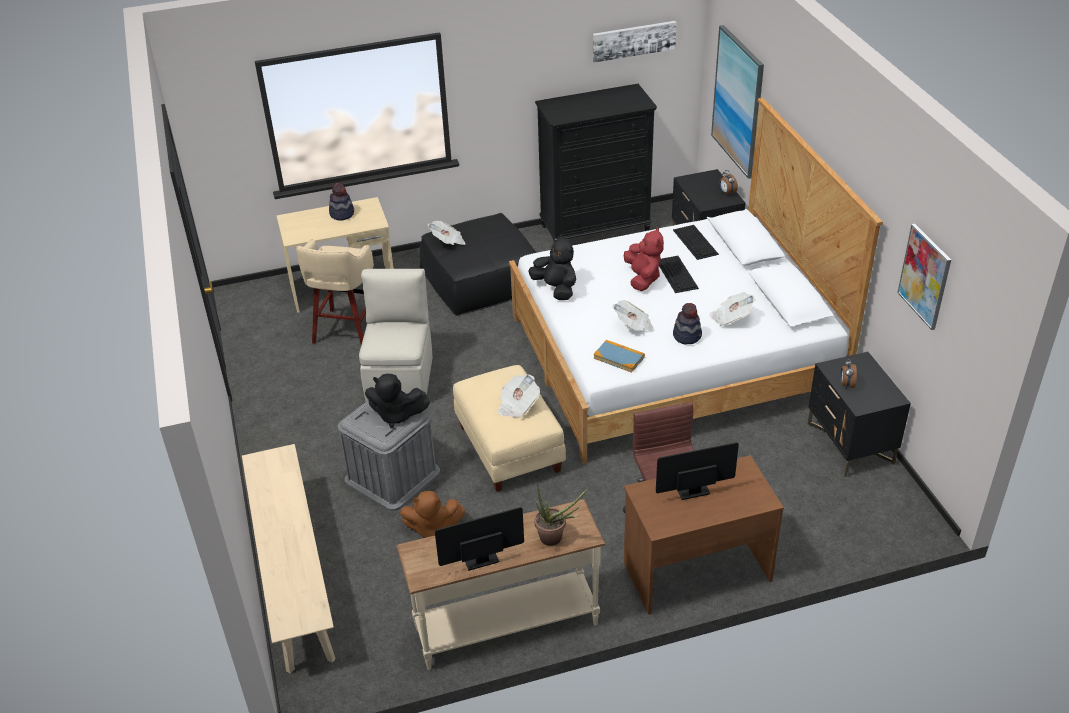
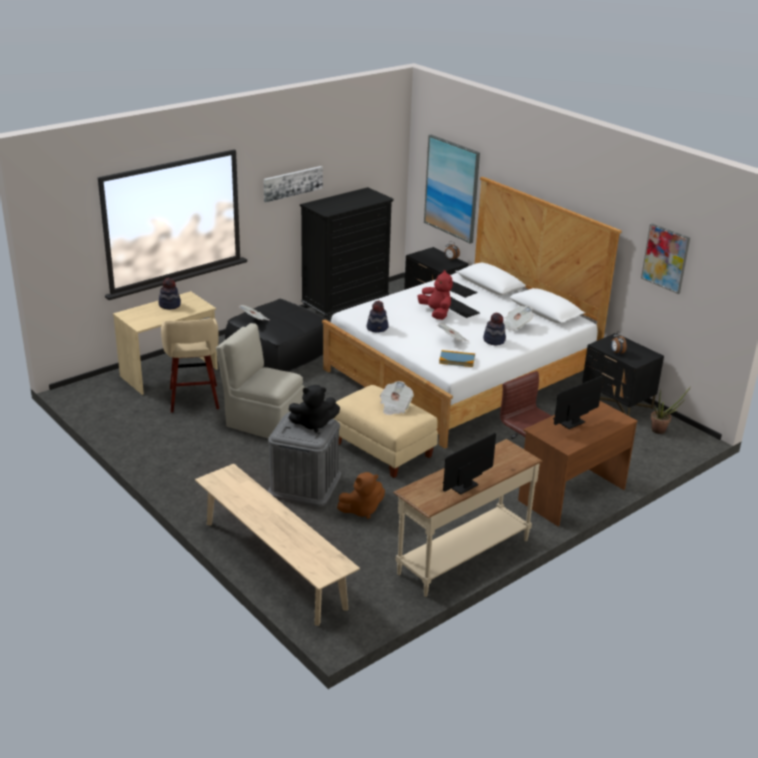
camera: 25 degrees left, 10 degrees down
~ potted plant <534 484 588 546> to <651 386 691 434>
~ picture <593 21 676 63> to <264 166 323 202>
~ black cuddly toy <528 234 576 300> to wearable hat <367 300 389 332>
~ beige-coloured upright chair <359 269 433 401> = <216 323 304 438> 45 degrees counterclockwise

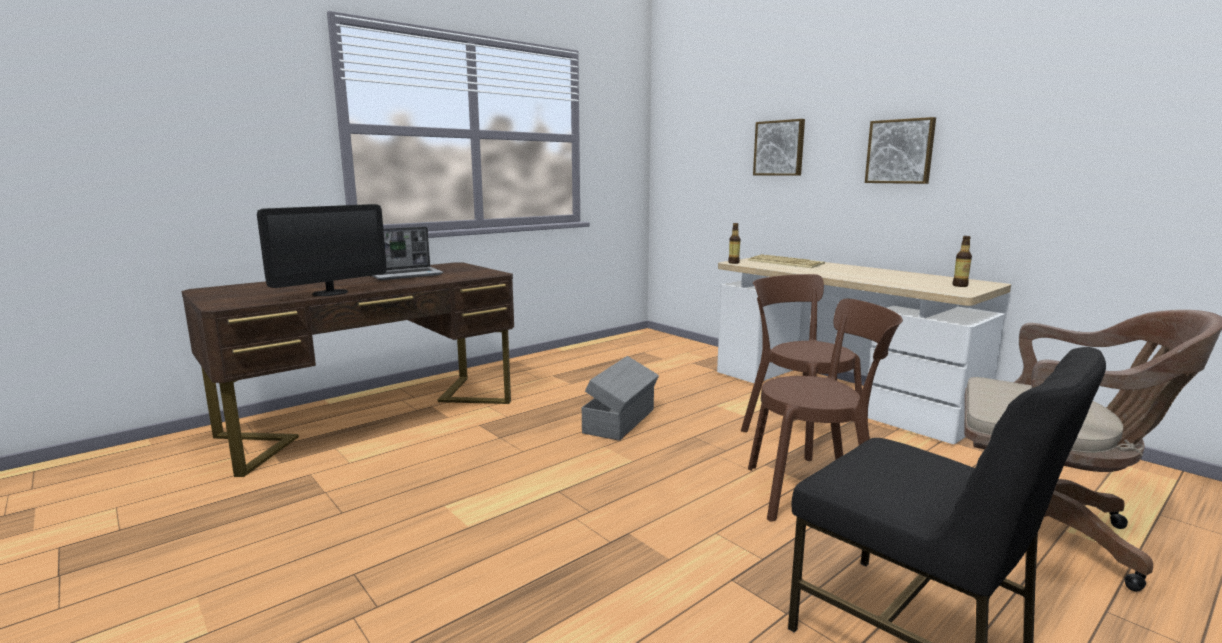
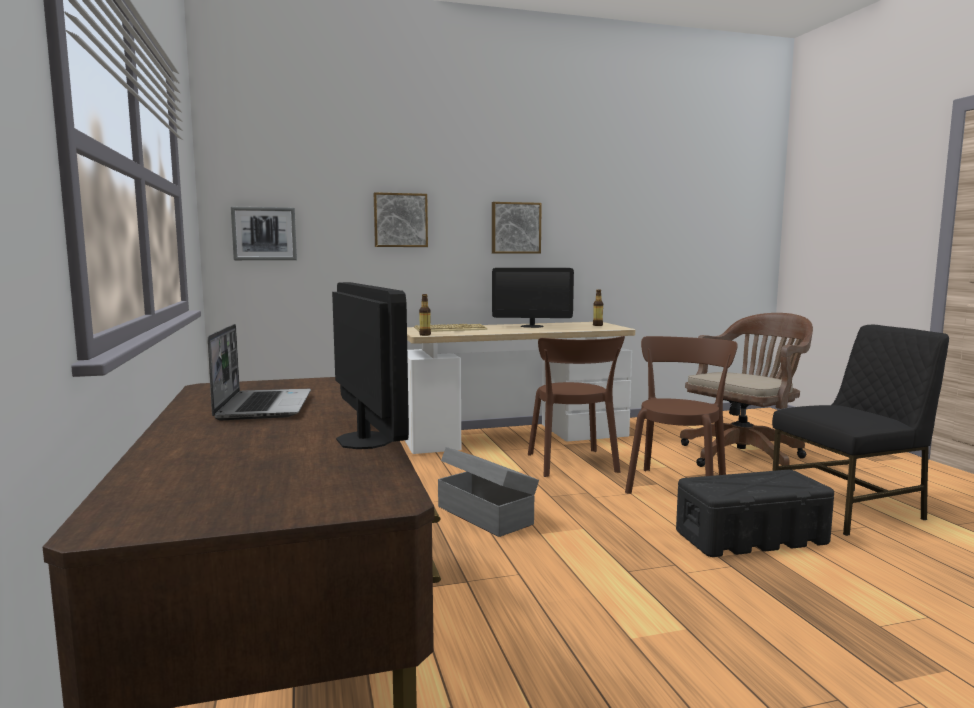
camera: 65 degrees left, 5 degrees down
+ picture <231 207 297 260>
+ monitor <492 268 574 328>
+ black storage box <676 470 834 557>
~ brown-coloured upright chair <741 274 862 461> = <528 336 625 477> 90 degrees counterclockwise

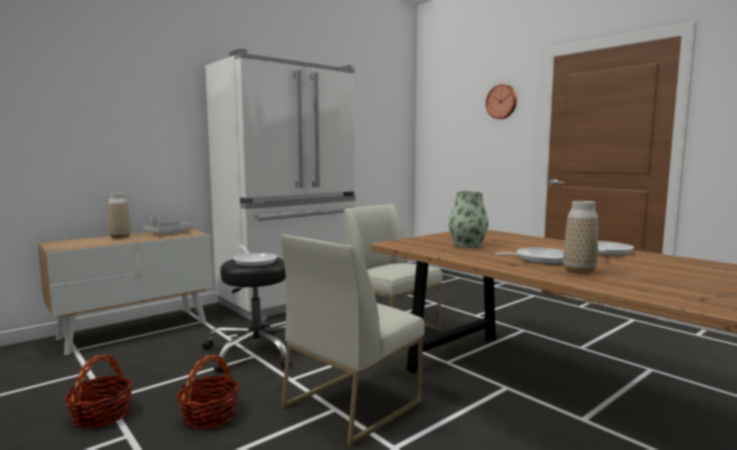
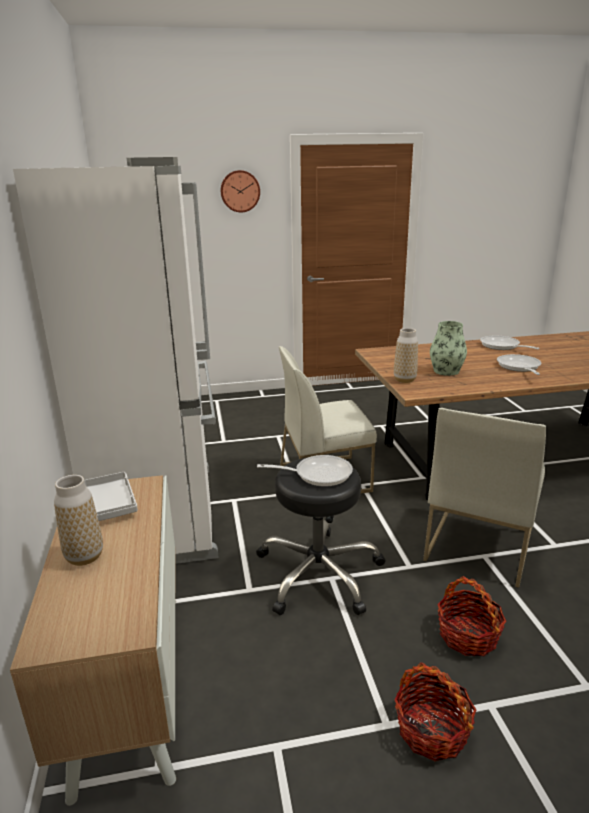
camera: 60 degrees left, 15 degrees up
~ flower vase <563 201 598 274> to <394 328 418 383>
~ whitish upright chair <280 234 425 446> = <423 408 546 588> 45 degrees clockwise

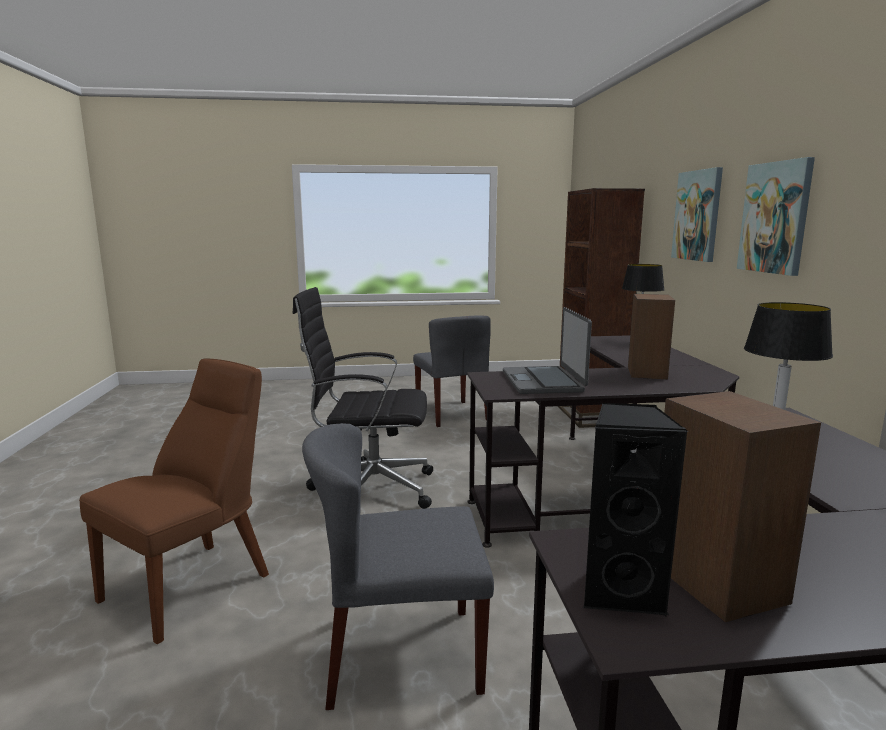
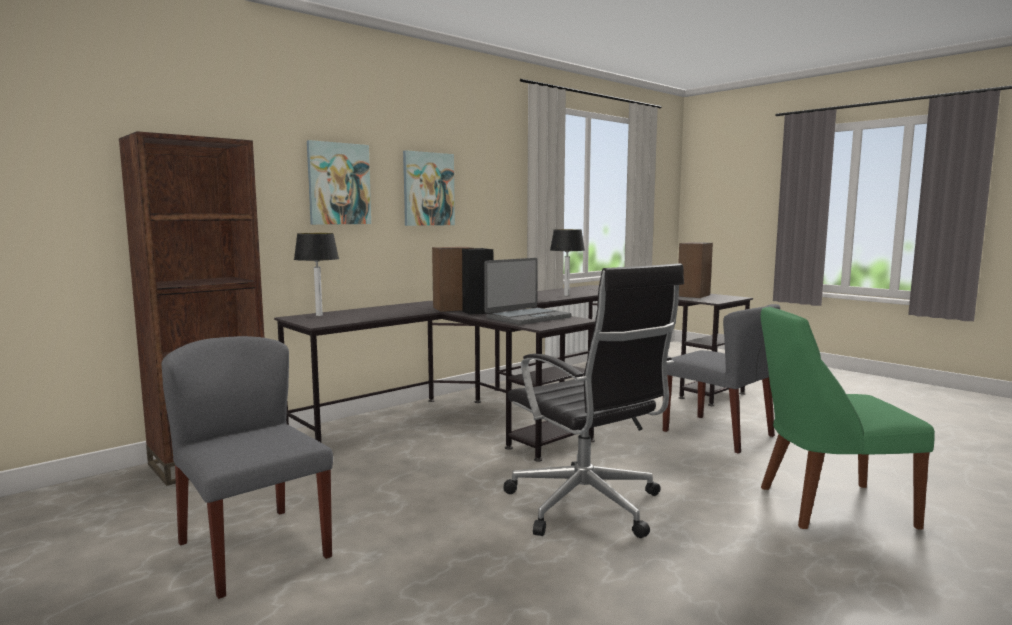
camera: 125 degrees left, 5 degrees down
~ black audio speaker <583 403 688 617> to <462 248 494 314>
~ brown-coloured upright chair <79 359 269 644> to greenish upright chair <761 307 935 530>
~ grey upright chair <413 315 491 427> = <162 336 333 599> 75 degrees counterclockwise

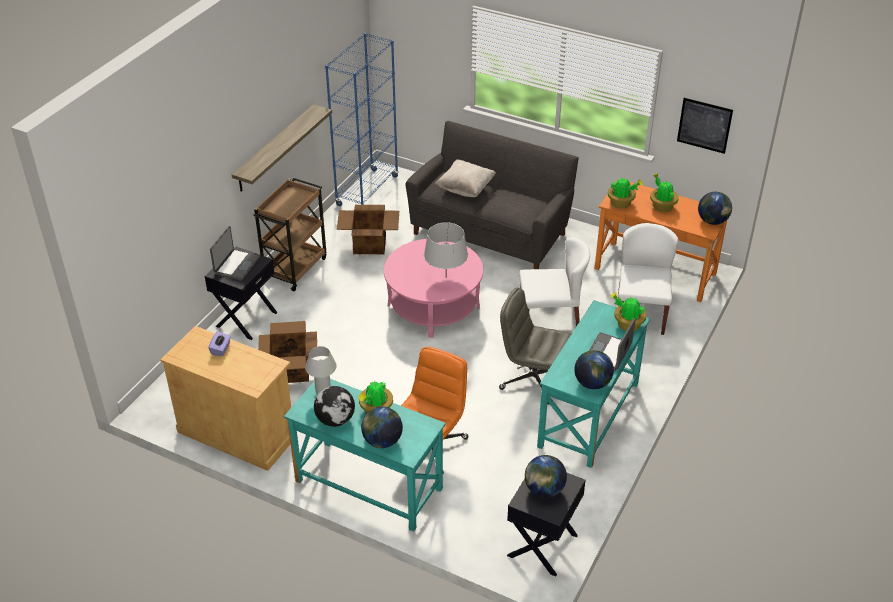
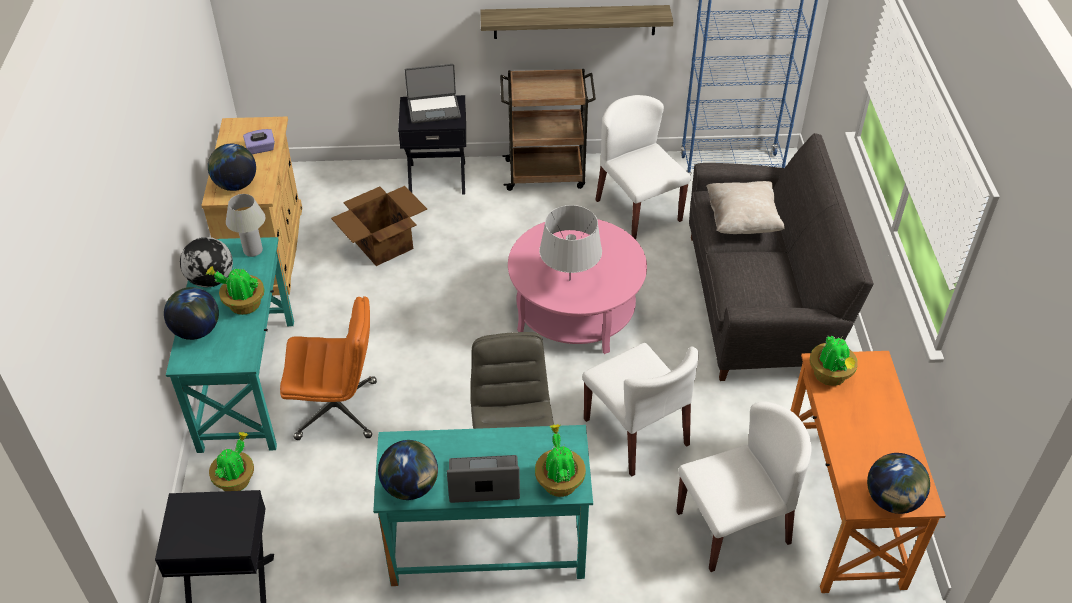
camera: 60 degrees right, 5 degrees up
- picture <677 98 733 154>
~ desk globe <525 455 567 498> to <208 144 256 191>
~ potted plant <650 173 679 212> to <209 432 254 491>
~ carton <337 205 399 254> to whitish upright chair <595 95 691 240>

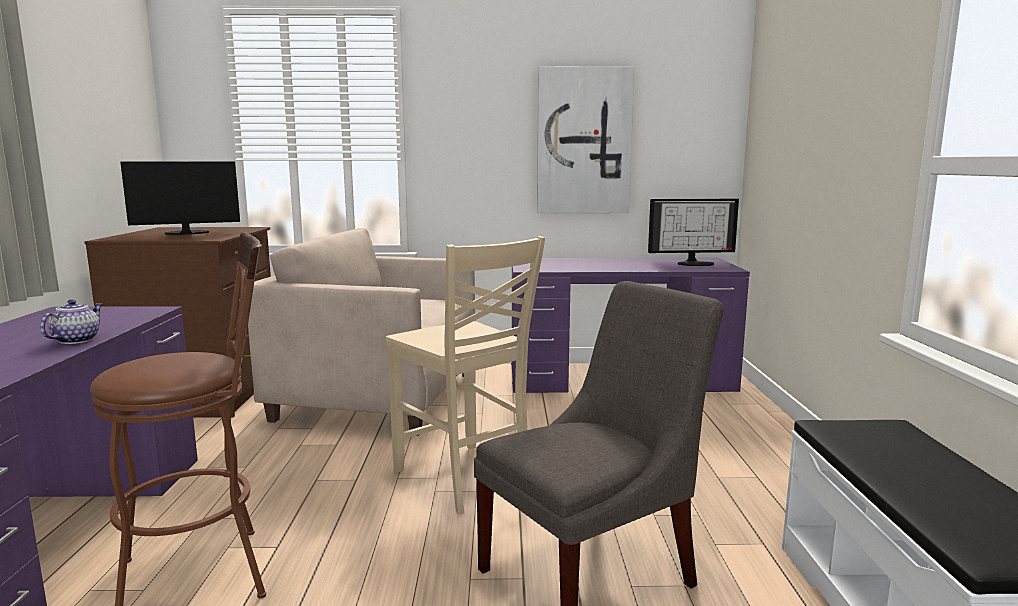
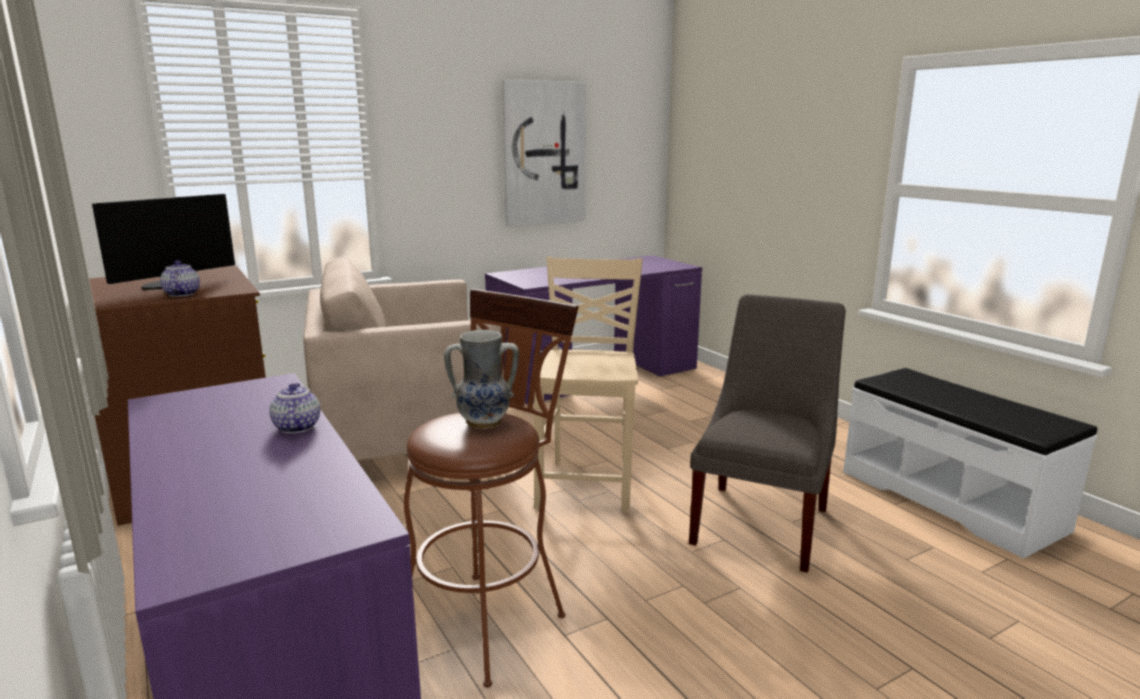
camera: 30 degrees left, 5 degrees up
- monitor <648 199 739 266>
+ pot for tea <160 260 200 297>
+ flower vase <444 330 519 429>
~ beige-coloured upright chair <386 236 545 514> = <534 256 643 514> 105 degrees counterclockwise

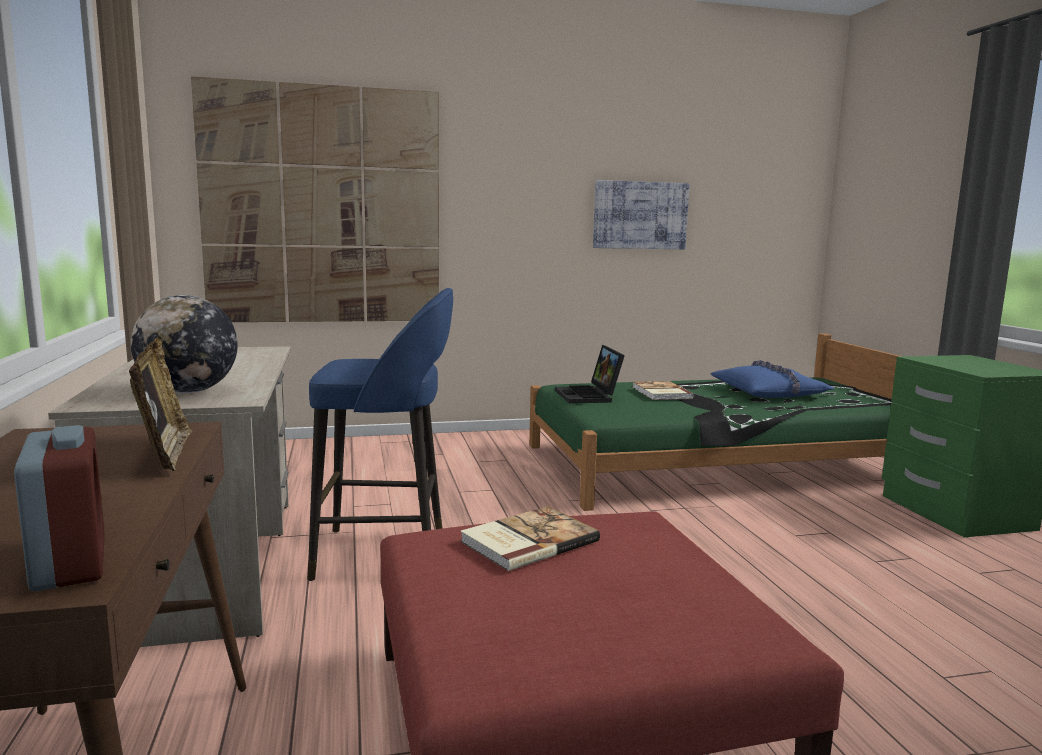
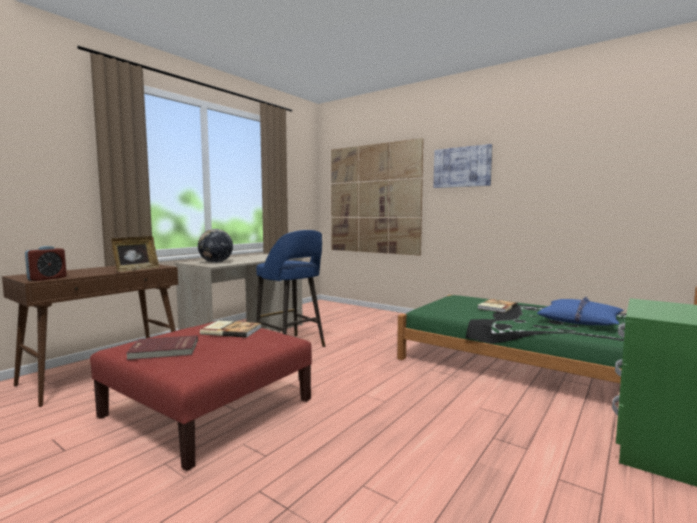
camera: 50 degrees right, 5 degrees down
- notebook computer <555 345 625 404>
+ red-coloured bound book <126 335 198 360>
~ picture <593 180 690 249> to <434 144 492 188>

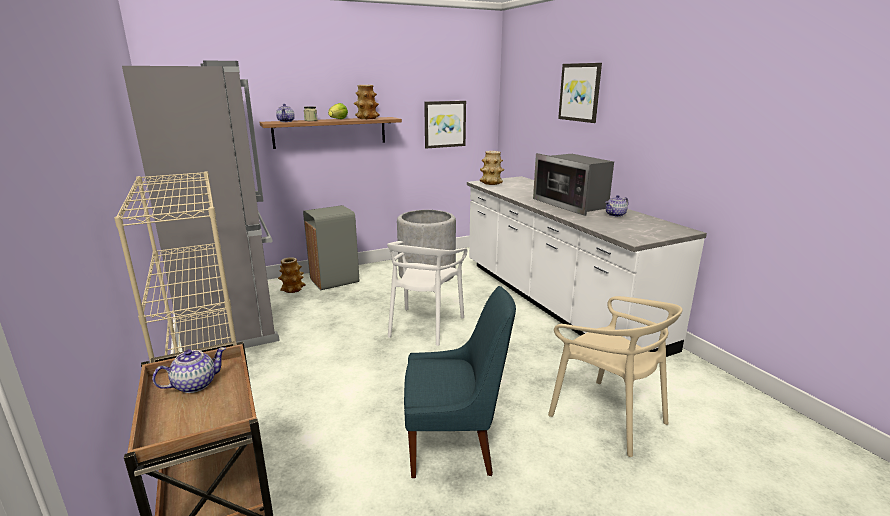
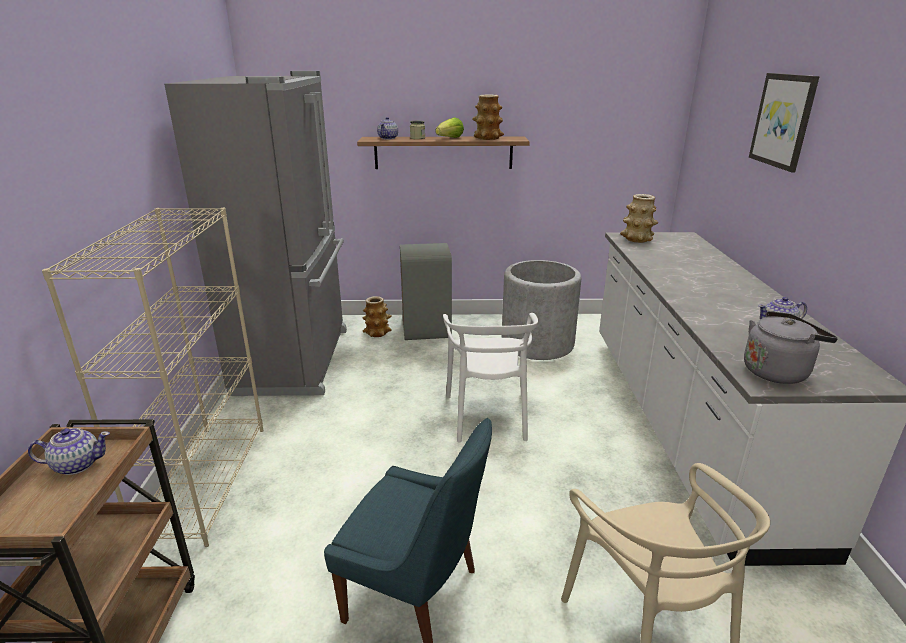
camera: 25 degrees right, 5 degrees up
- picture <424 101 466 148>
- microwave oven <533 153 614 216>
+ grey tea kettle <744 311 838 384>
~ whitish upright chair <387 241 467 346> = <443 313 538 443> 45 degrees counterclockwise

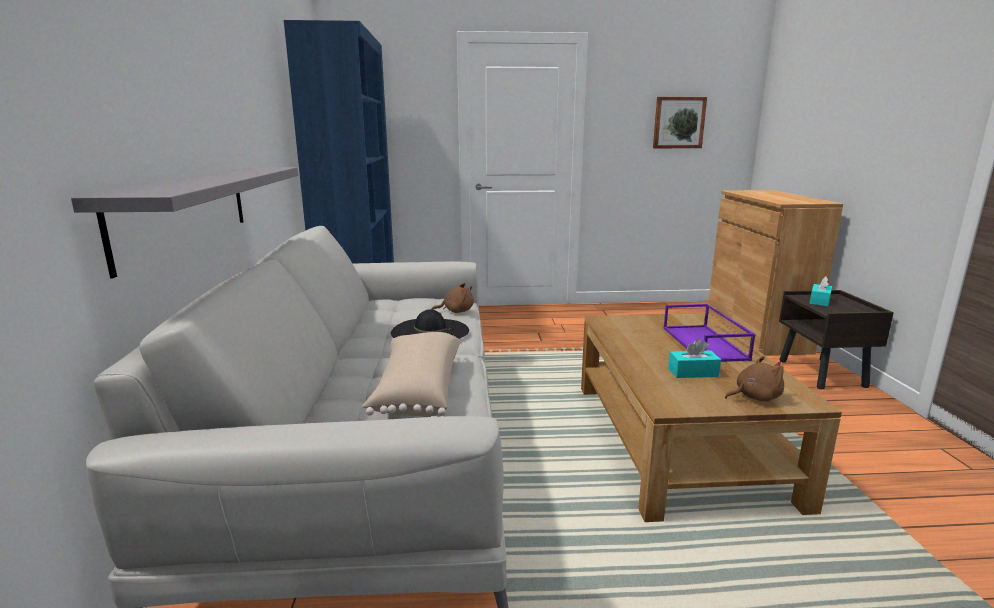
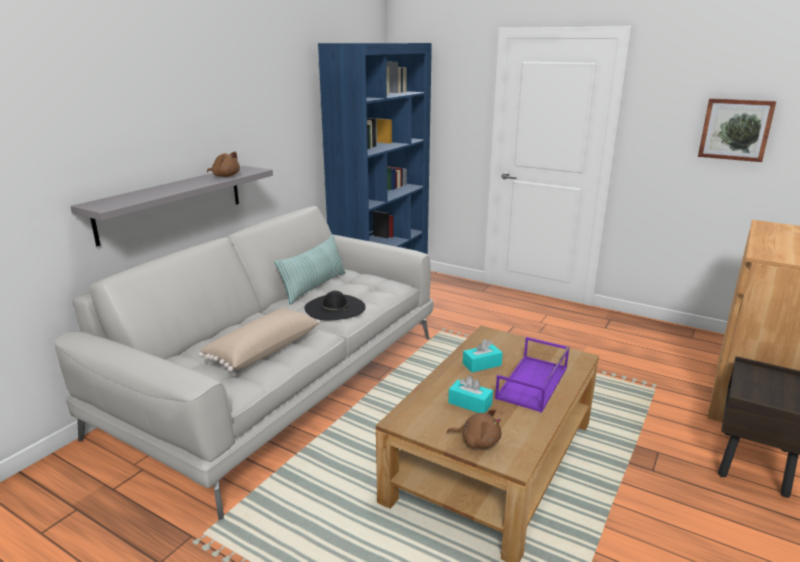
camera: 35 degrees right, 5 degrees up
+ throw pillow <274 235 346 305>
~ brown-coloured cuddly toy <432 283 474 313> to <207 151 240 177>
~ turquoise-coloured tissue holder <809 276 832 306> to <463 339 503 373>

